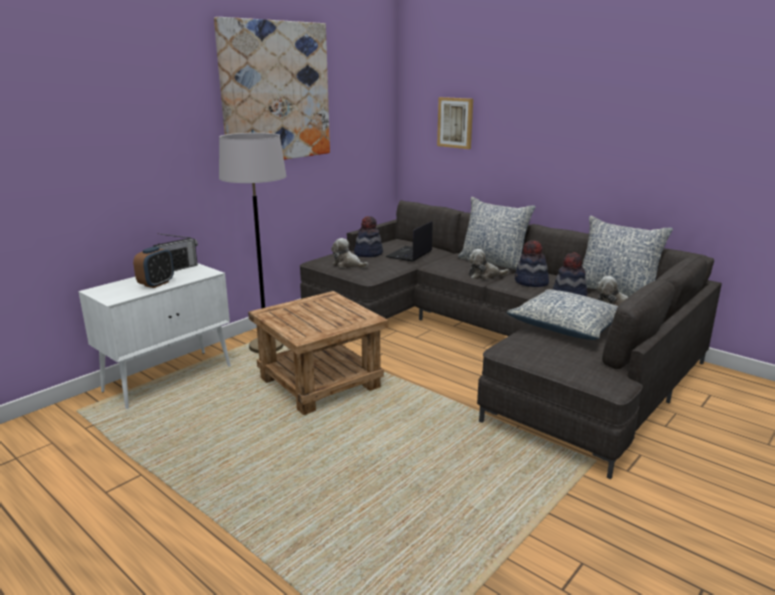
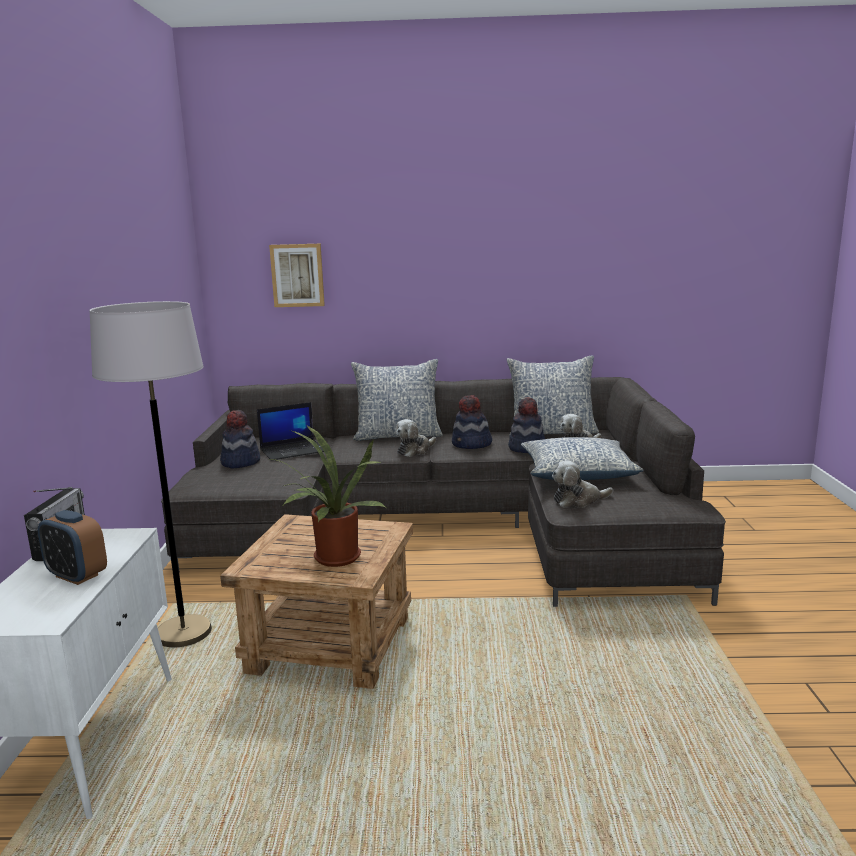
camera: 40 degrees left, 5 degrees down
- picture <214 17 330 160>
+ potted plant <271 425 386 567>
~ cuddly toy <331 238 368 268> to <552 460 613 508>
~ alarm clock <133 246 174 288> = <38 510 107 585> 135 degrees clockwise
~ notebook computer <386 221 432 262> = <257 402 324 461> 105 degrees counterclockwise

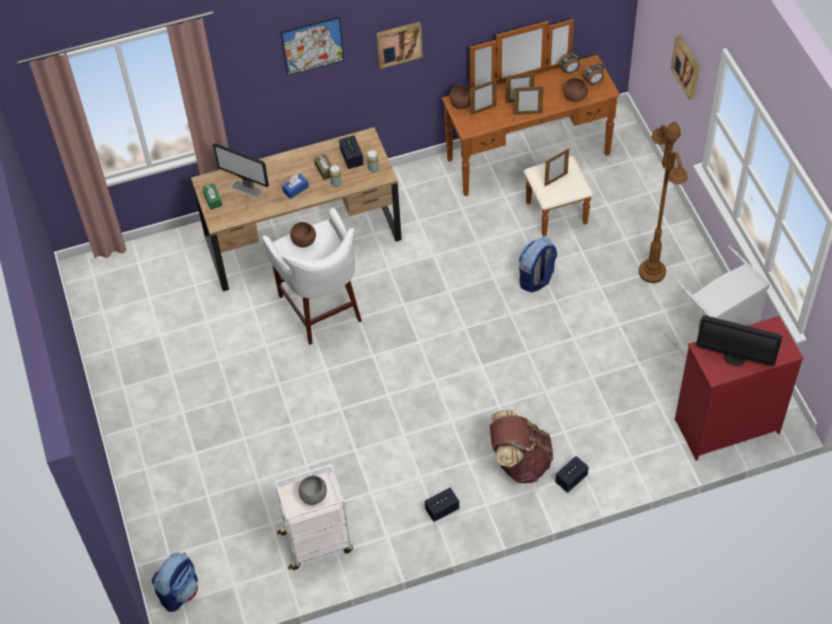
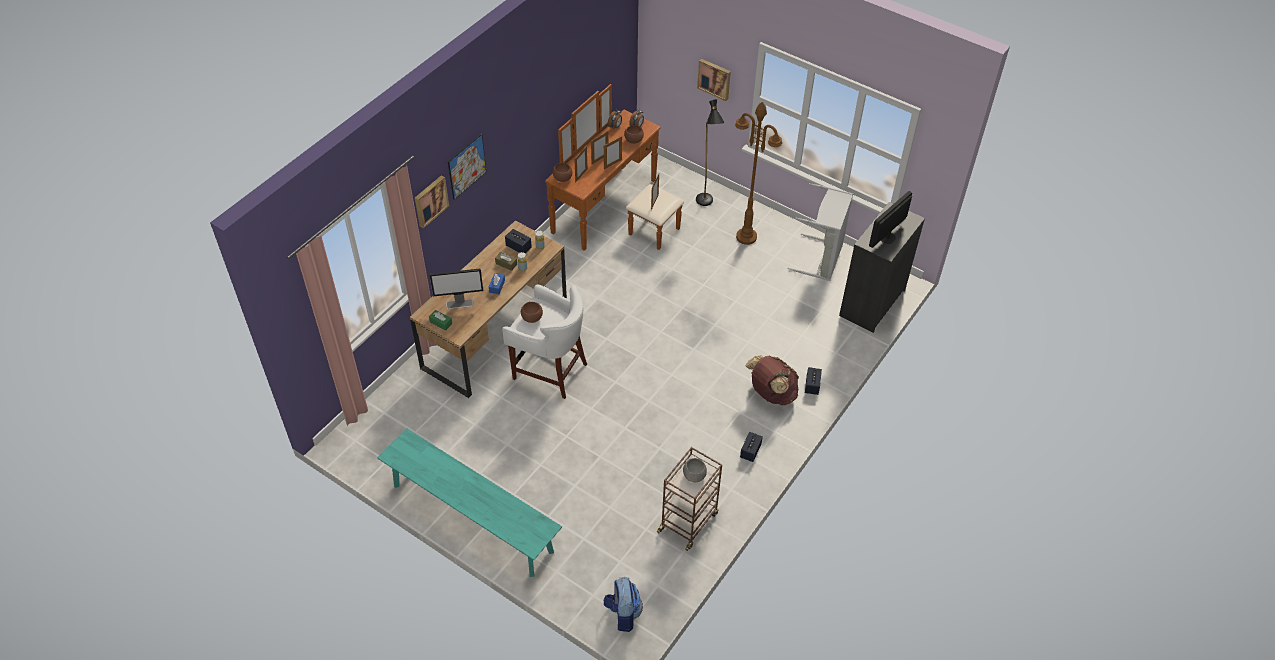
camera: 40 degrees left, 5 degrees down
- rucksack <519 237 557 292>
+ turquoise-coloured indoor bench <377 428 562 577>
+ black standing lamp <696 99 725 206>
~ picture <376 22 423 69> to <415 175 449 229>
~ whitish trolley <275 464 353 570> to brown-coloured trolley <657 447 722 551>
~ red-coloured dresser <675 316 804 461> to black dresser <839 202 925 333>
~ monitor <696 315 782 366> = <869 191 912 248> 150 degrees clockwise

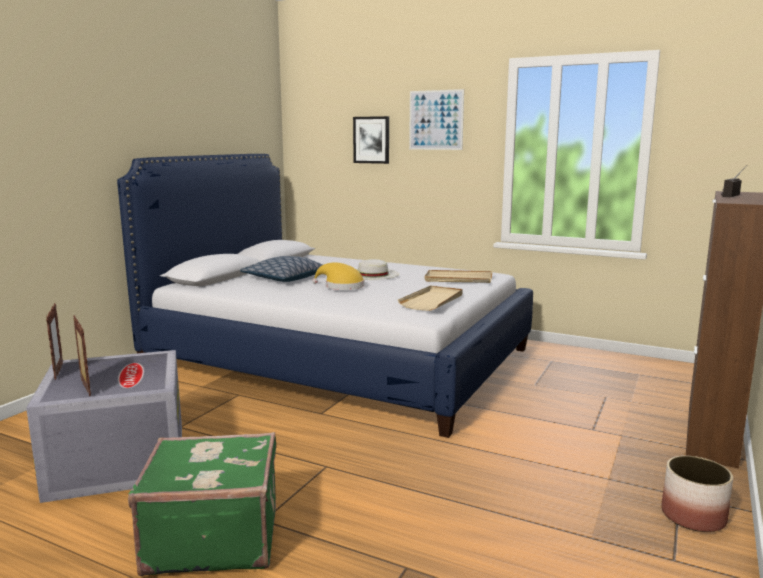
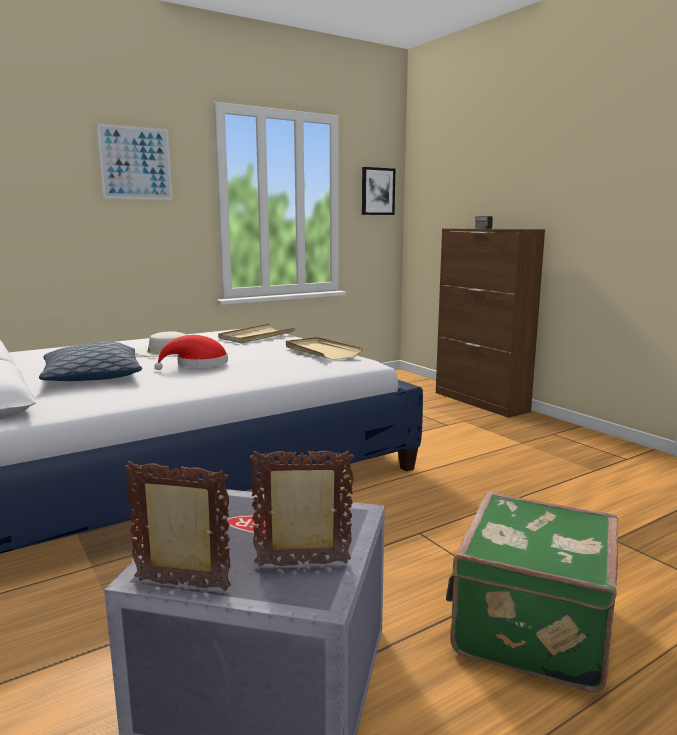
camera: 60 degrees left, 0 degrees up
- plant pot <662 456 733 532>
~ picture <353 116 389 164> to <362 167 395 215>
~ yellow-coloured wearable hat <312 262 364 290> to red-coloured wearable hat <154 335 228 370>

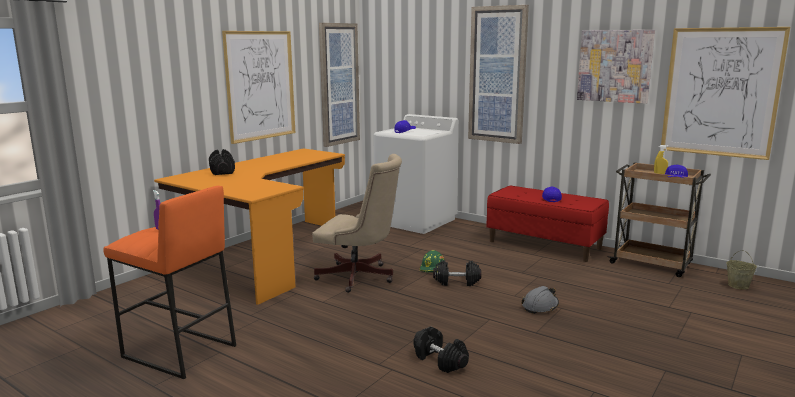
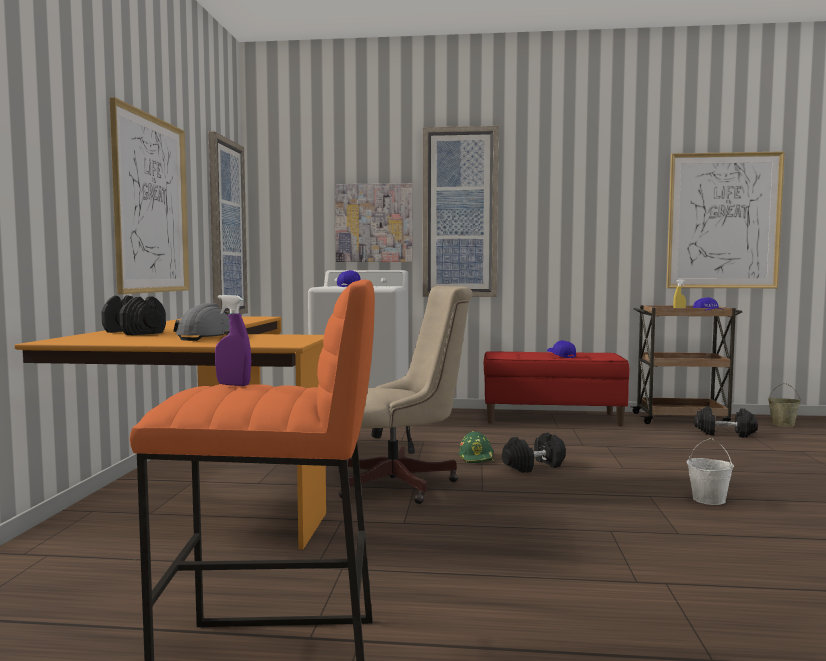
camera: 30 degrees left, 10 degrees down
+ whitish water bucket <687 438 734 505>
~ black hand weight <414 326 469 373> to <694 406 758 438>
~ grey safety helmet <521 286 559 314> to <173 303 230 341>
~ picture <577 30 655 104> to <335 183 412 262>

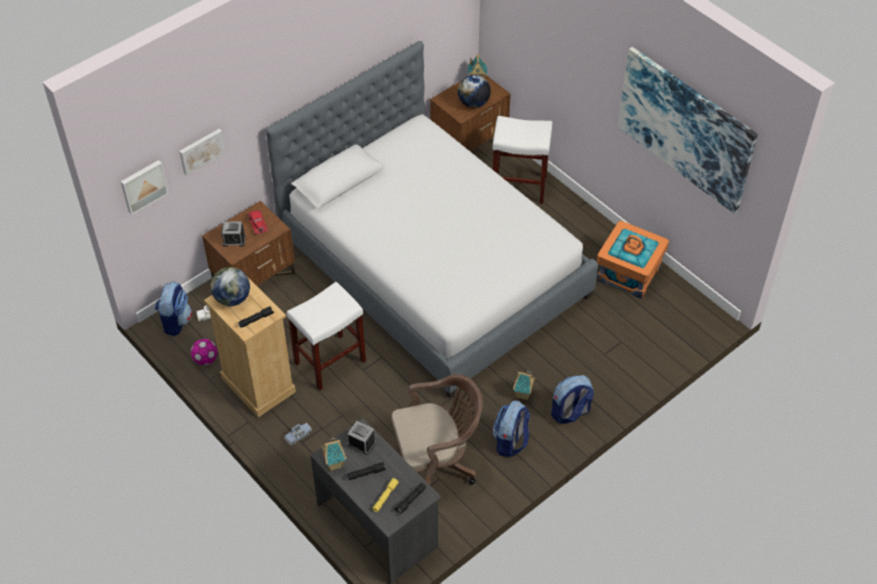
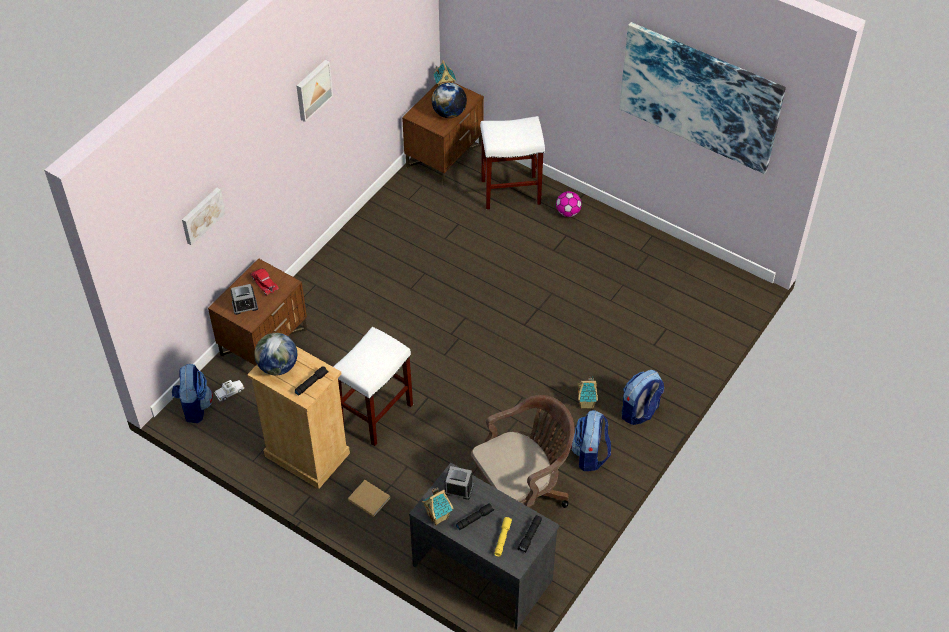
camera: 15 degrees left, 0 degrees up
- bedroom bed <265 41 598 398>
- orange storage box <597 221 669 299>
~ picture <120 160 169 215> to <297 60 333 122>
~ ball for football <191 339 218 365> to <556 191 582 217>
~ blue toy car <284 423 312 446> to beige-coloured bound book <348 480 390 517>

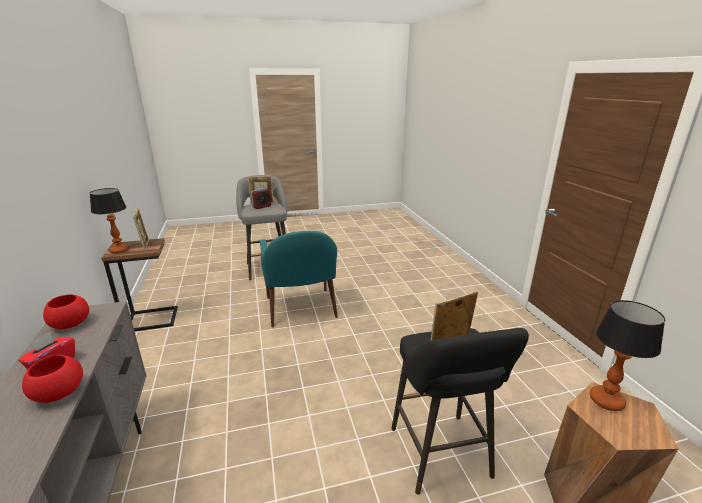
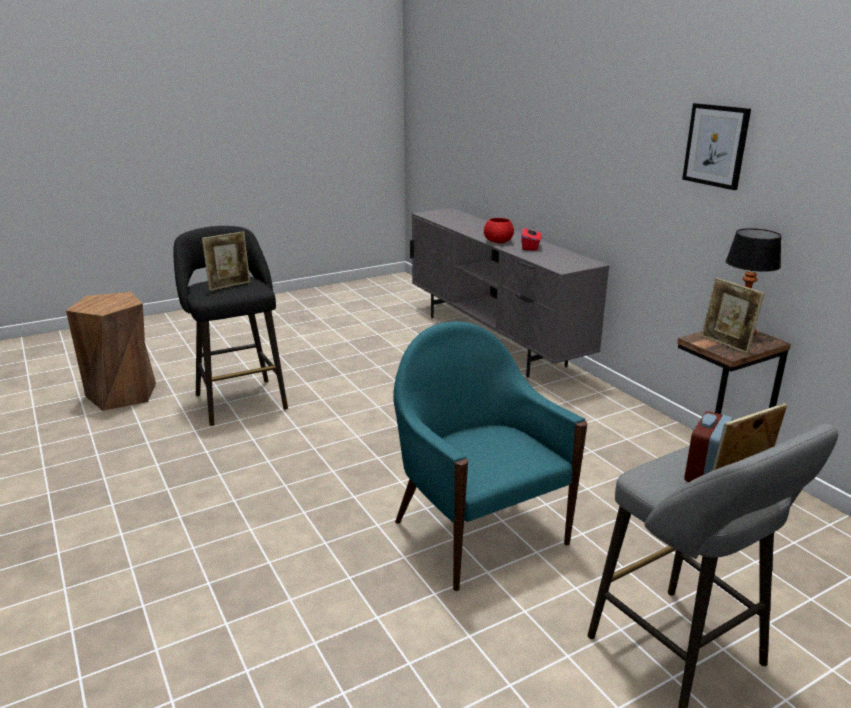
camera: 165 degrees right, 0 degrees up
- red-coloured bowl <43 295 89 329>
- lamp for a table <590 300 665 411>
+ picture <682 103 751 190>

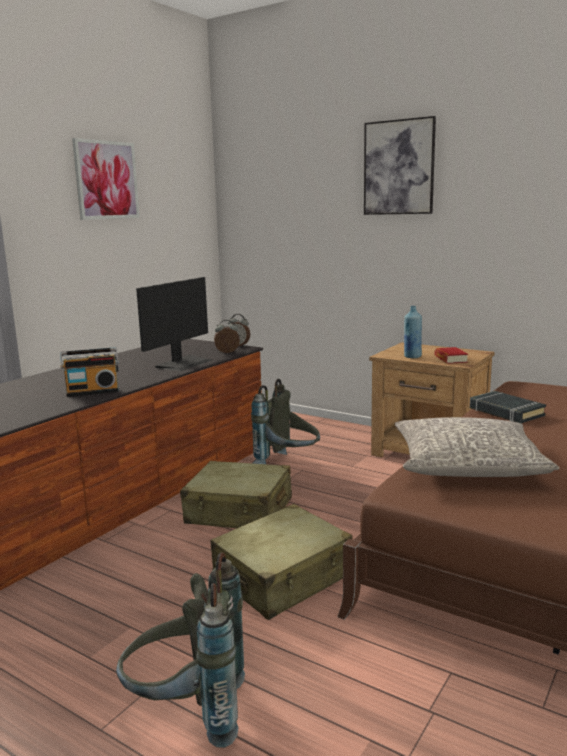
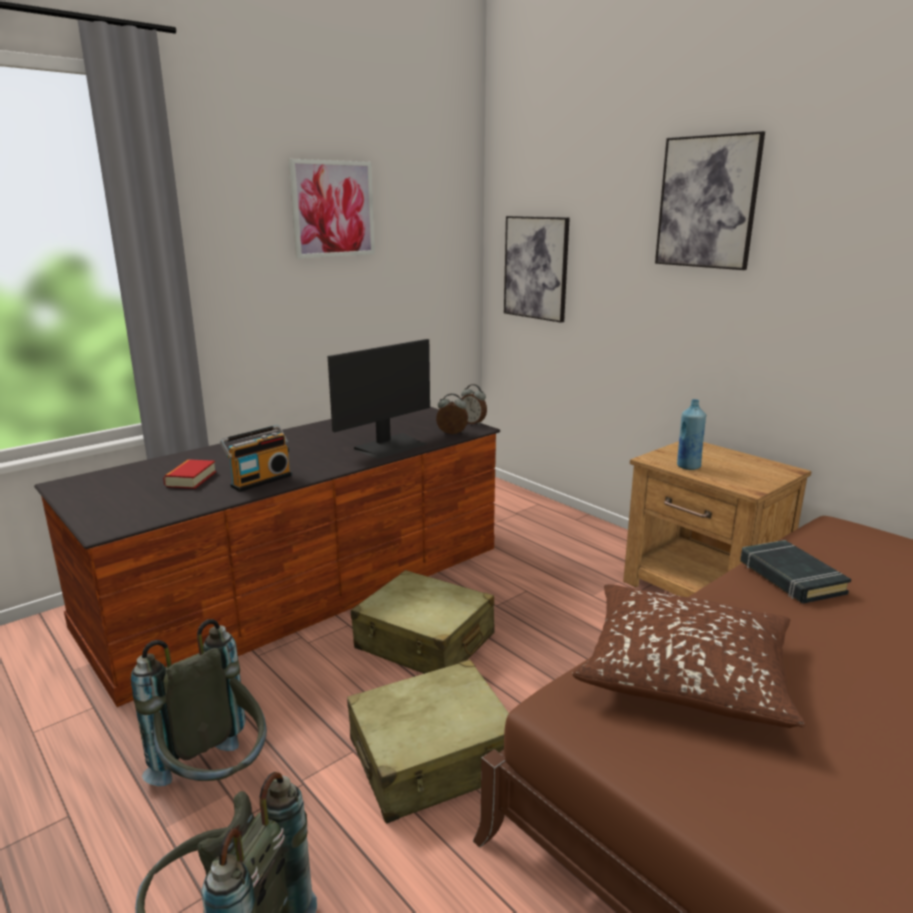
camera: 15 degrees right, 5 degrees up
+ picture <504 216 570 323>
~ grey rucksack <251 379 320 464> to <131 619 267 786>
~ bound book <435 347 468 364> to <163 459 216 489>
~ grey throw pillow <395 417 559 477> to brown-coloured throw pillow <572 584 806 728>
~ radio <60 347 119 397> = <220 425 292 492> 45 degrees counterclockwise

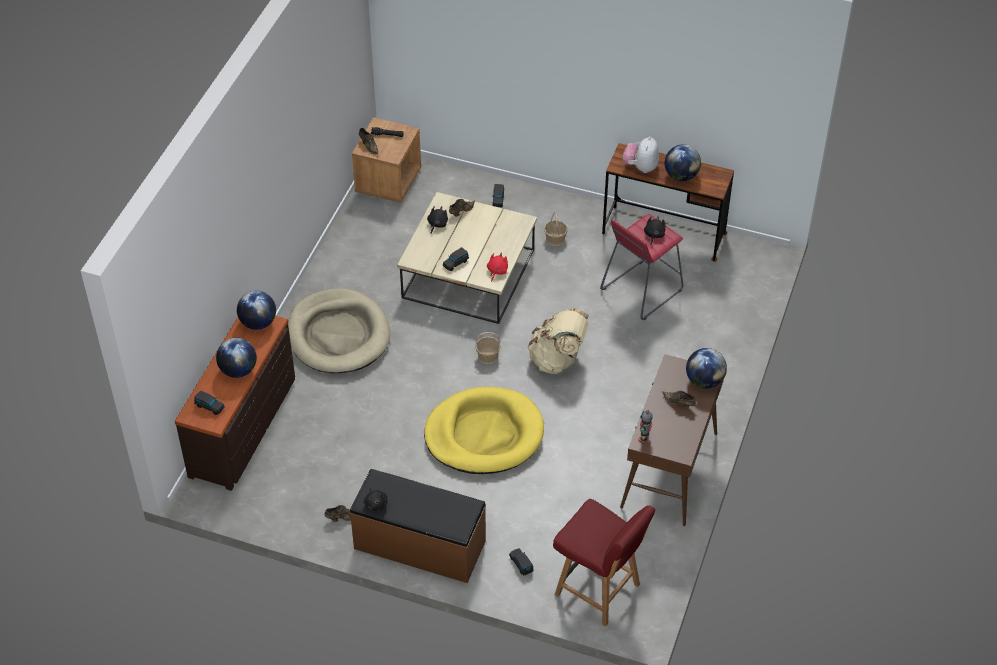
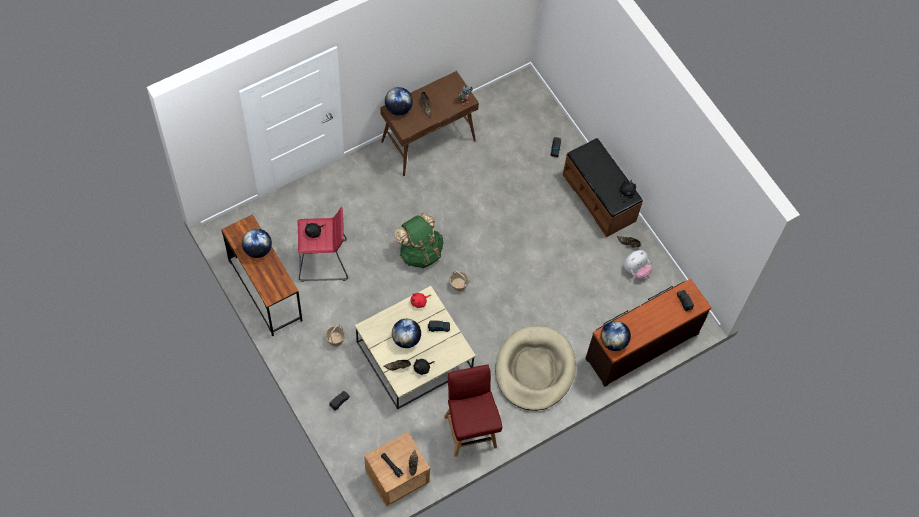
camera: 145 degrees left, 15 degrees up
- yellow-coloured dog bed <424 387 544 474>
~ desk globe <216 338 257 378> to <392 319 421 348>
~ red-coloured upright chair <553 499 655 626> to <444 365 502 457>
~ cuddly toy <623 136 659 173> to <624 250 653 279>
~ beige-coloured rucksack <528 308 589 374> to greenish rucksack <395 213 444 268>

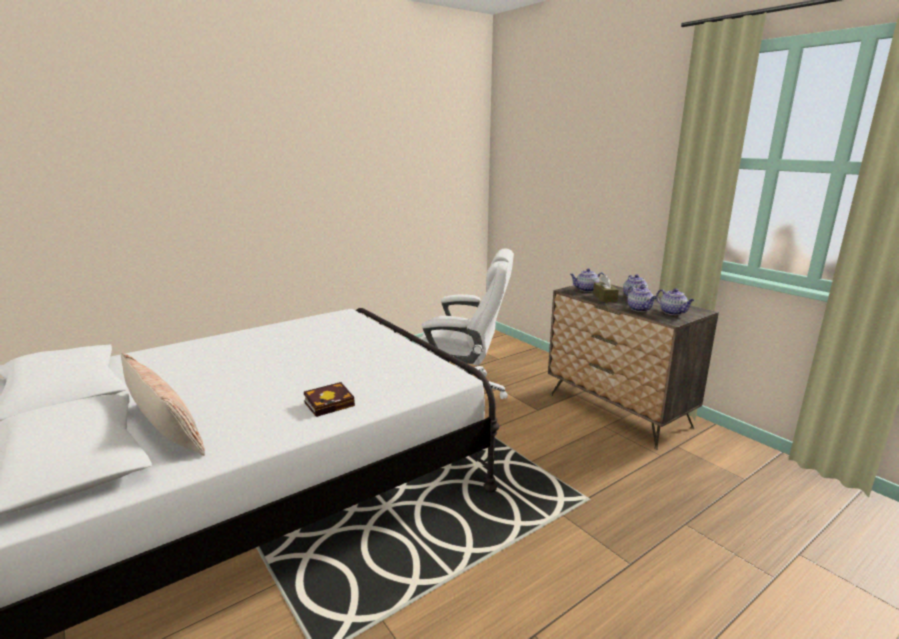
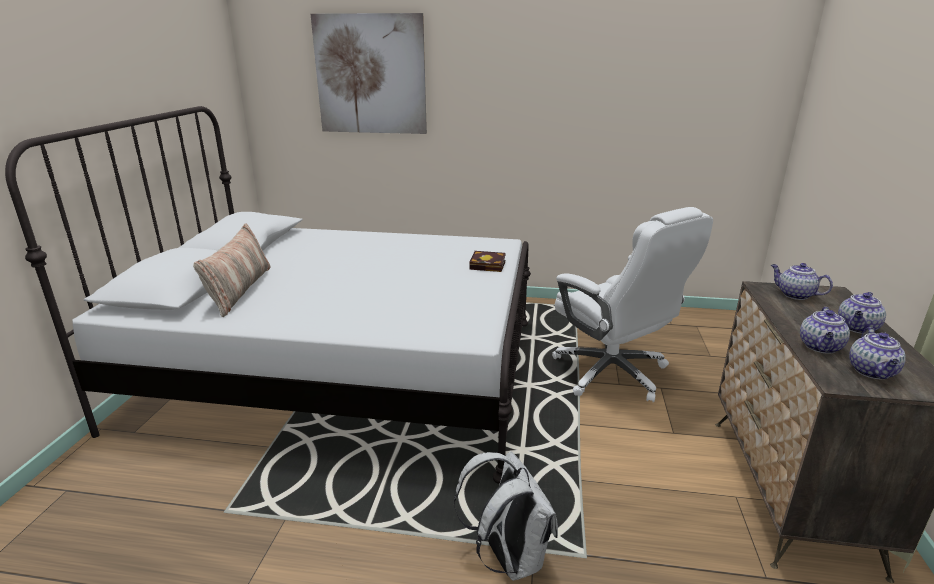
camera: 45 degrees right, 5 degrees up
- brown-coloured tissue holder <593 274 619 302>
+ picture <311 13 427 134>
+ whitish rucksack <454 451 558 581>
~ bound book <304 382 355 417> to <470 251 506 272>

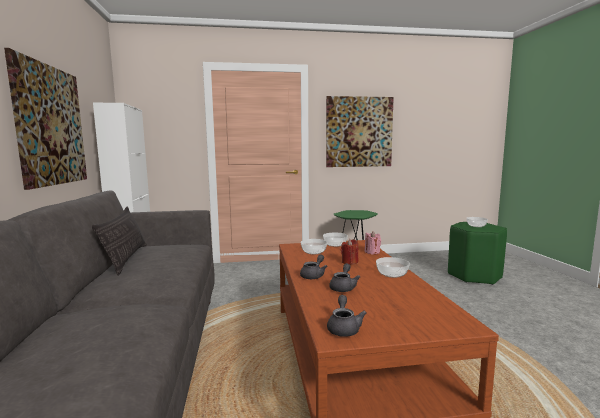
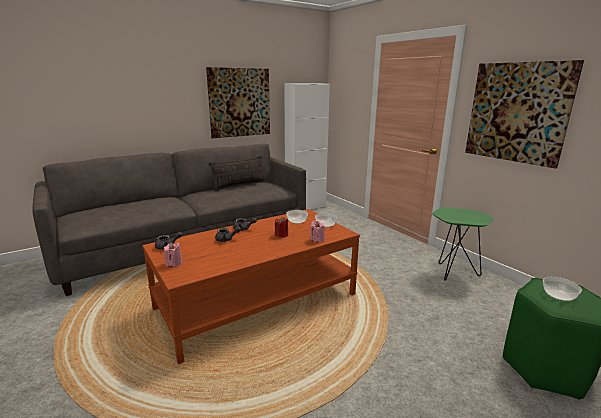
camera: 65 degrees right, 10 degrees up
- bowl <376 257 410 278>
+ pinkish wax candle <164 242 182 267>

